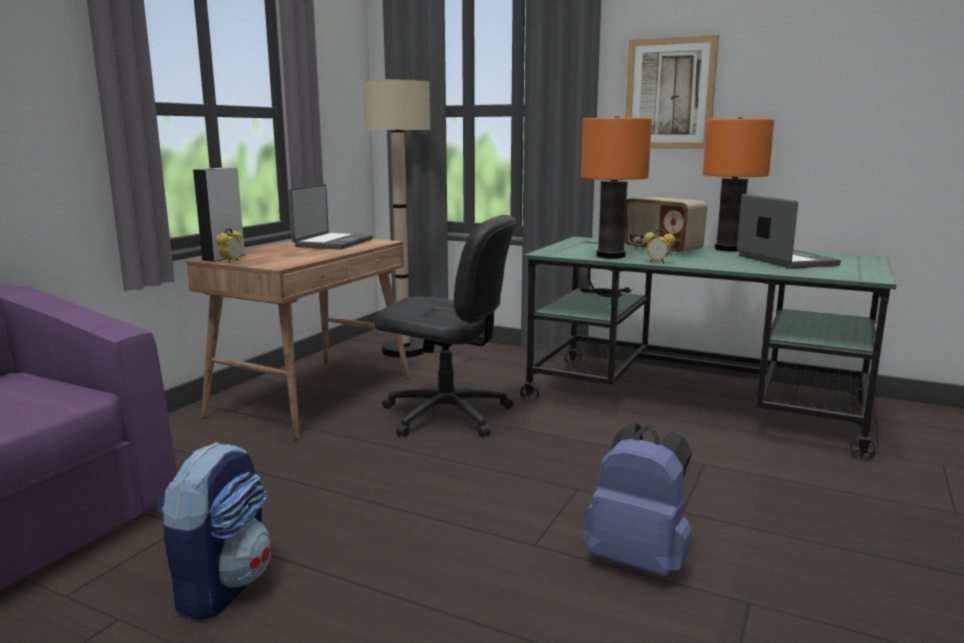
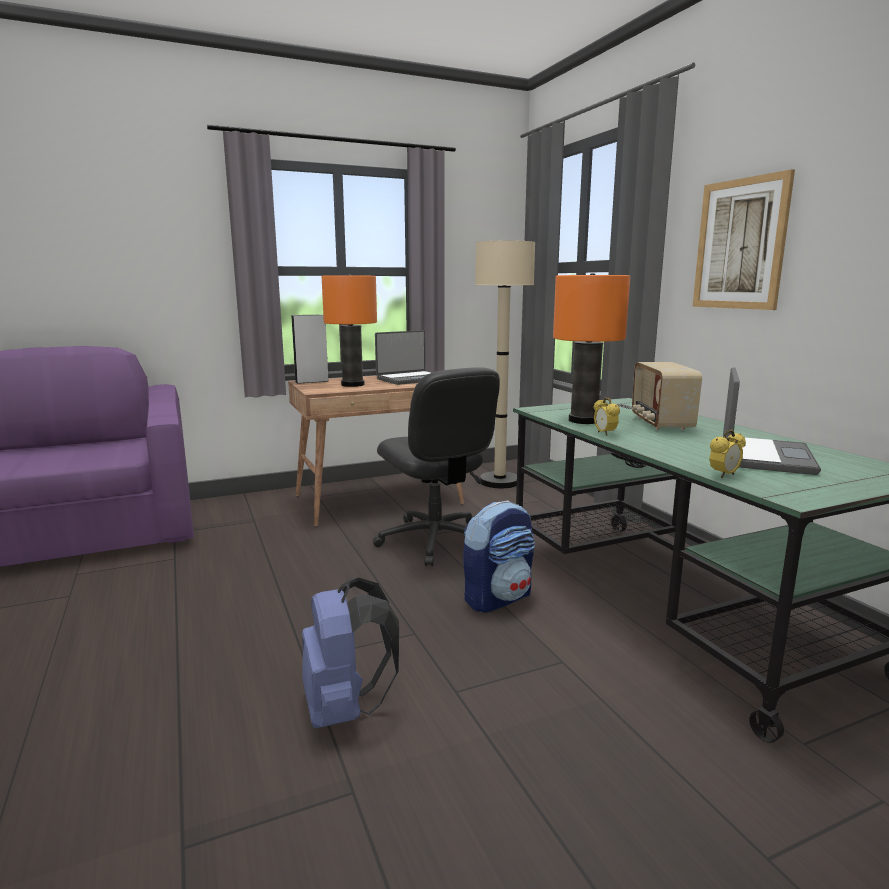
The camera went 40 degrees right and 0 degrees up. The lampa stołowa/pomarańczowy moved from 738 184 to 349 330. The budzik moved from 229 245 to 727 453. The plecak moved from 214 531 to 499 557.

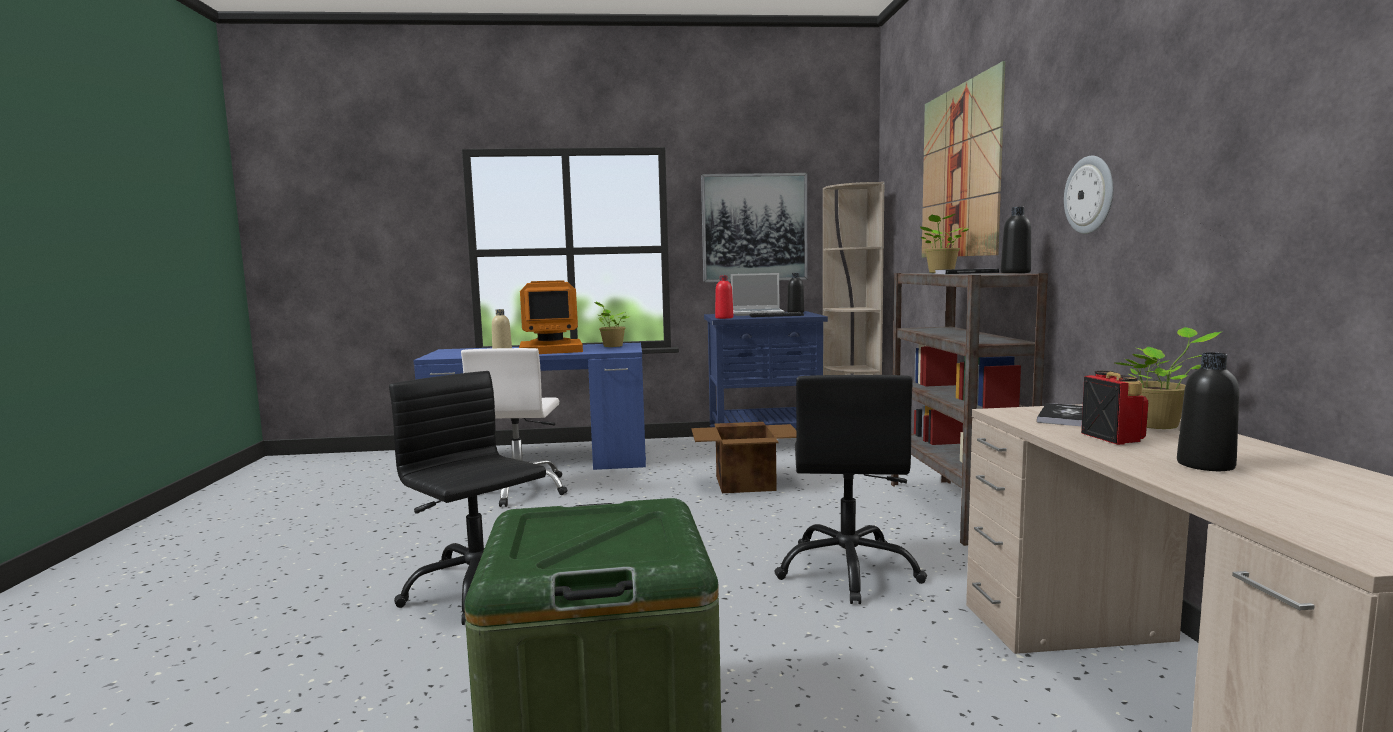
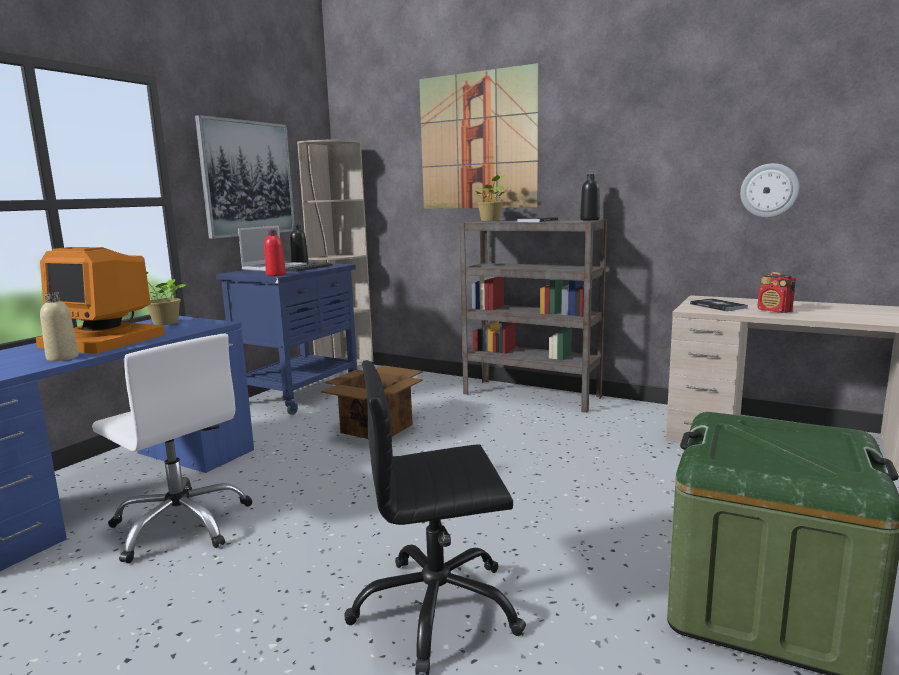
The camera went 55 degrees left and 5 degrees up. The zegar ścienny moved from 1089 195 to 770 190. The monitor at 551 317 turned 90 degrees clockwise. The roślina doniczkowa at 1167 378 disappeared. The butelka/czarny at 1208 411 disappeared. The radio at 1114 407 turned 150 degrees counterclockwise. The krzesło biurowe/czarny at 850 489 disappeared.

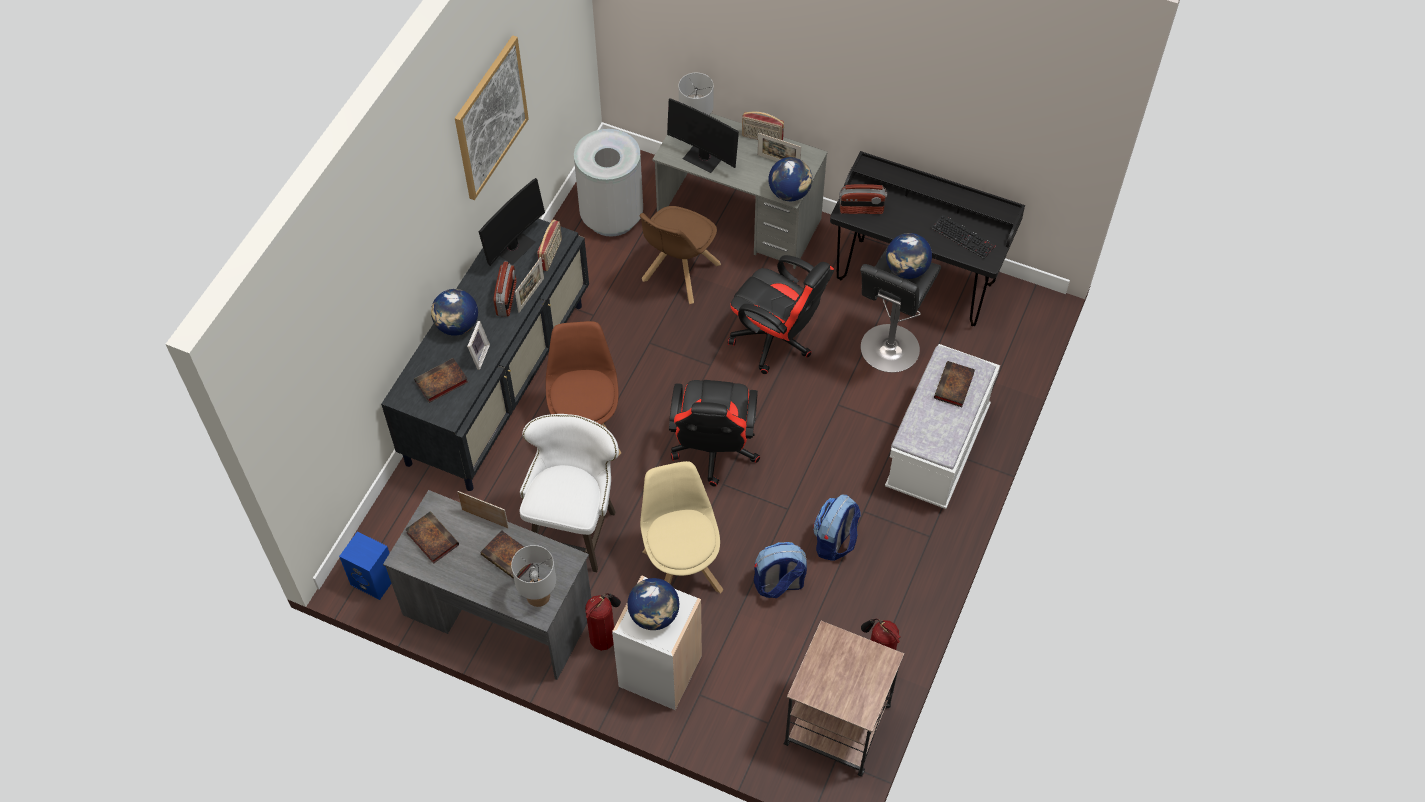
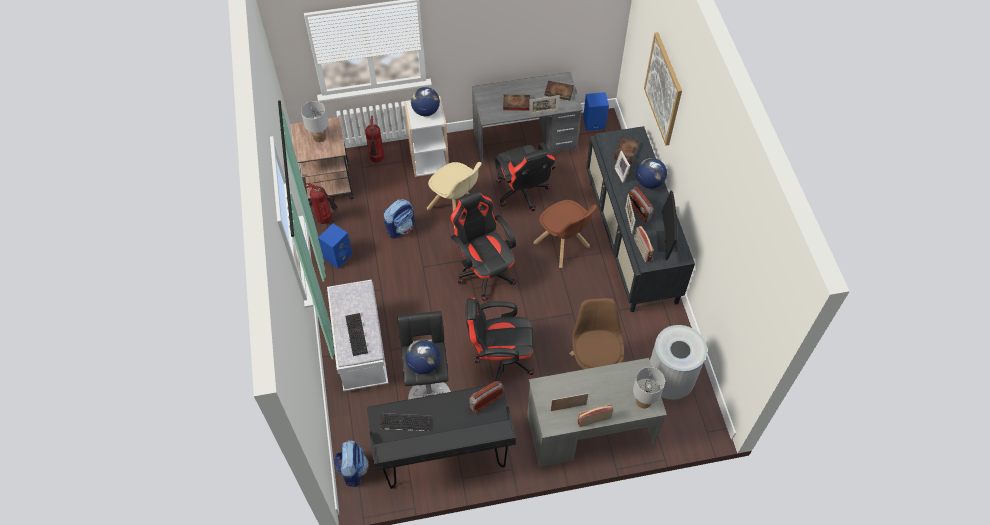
The camera went 145 degrees right and 0 degrees up. The obraz moved from 492 117 to 663 88. The monitor at 703 136 disappeared. The globus at 790 179 disappeared. The książka at 954 384 was replaced by the klawiatura at 356 334. The stołek/biały at 569 493 was replaced by the krzesło biurowe/czarny at 525 176. The plecak moved from 837 527 to 351 463. The lampa stołowa/szary moved from 533 576 to 314 121. The gaśnica moved from 603 622 to 374 139. The głośnik/niebieski at 335 246 appeared.

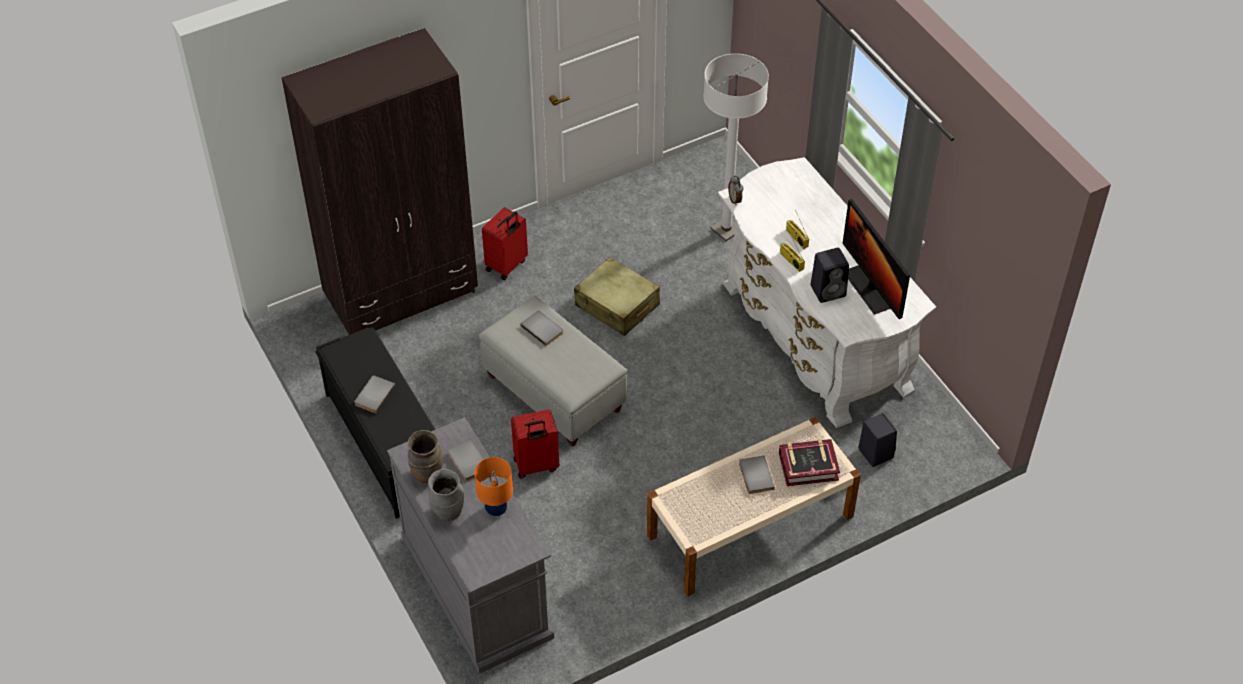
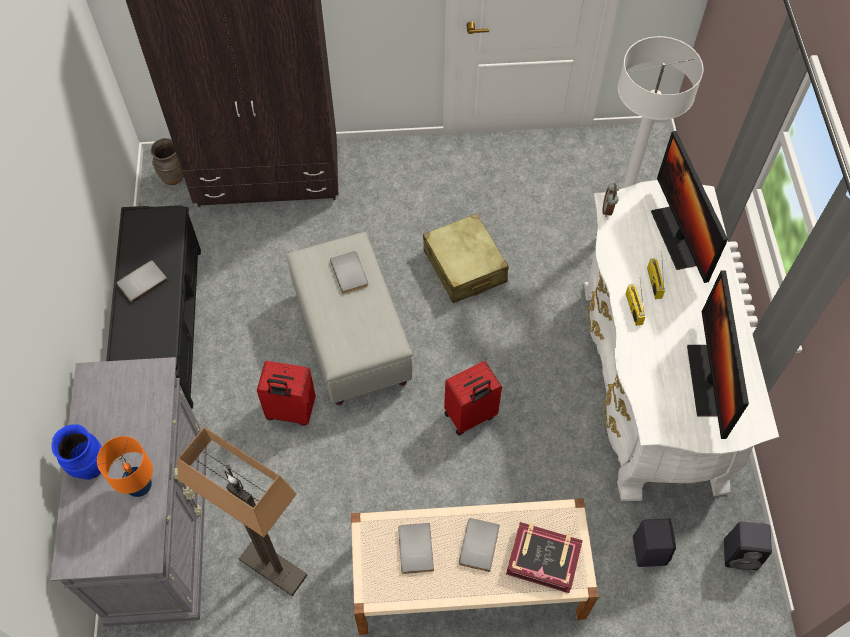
The camera went 25 degrees right and 10 degrees up. The walizka/czerwony moved from 505 243 to 473 398. The głośnik/czarny moved from 830 275 to 748 546. The wazon/brązowy moved from 425 456 to 167 161. The książka/szary moved from 465 460 to 416 548. The wazon/szary at 446 495 became the wazon/niebieski at 76 452. The monitor at 689 207 appeared. The lampa stojąca at 242 511 appeared.

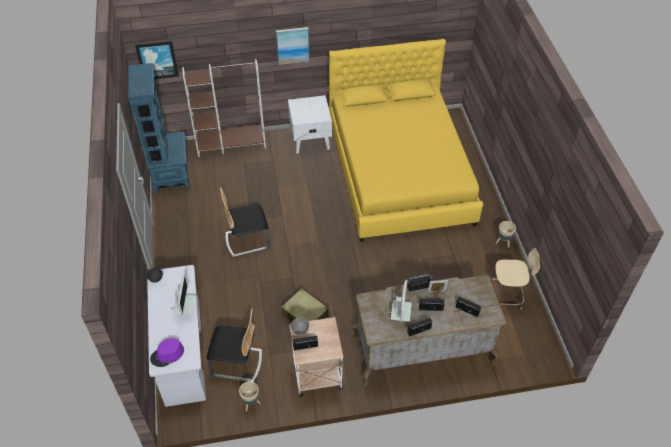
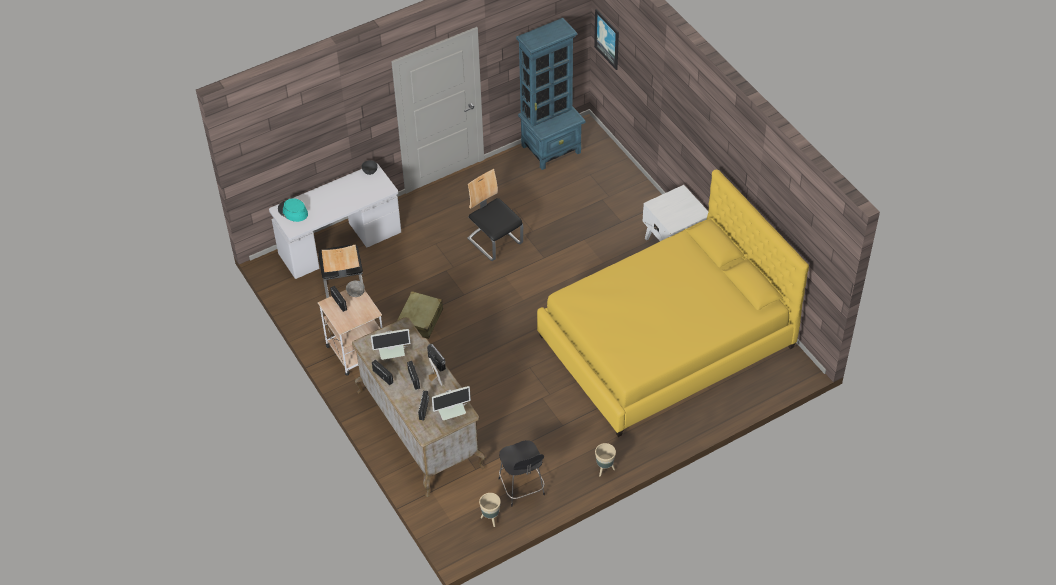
The camera went 70 degrees right and 0 degrees up. The obraz at 293 46 disappeared. The wieszak/brązowy at 224 108 disappeared. The krzesło/beżowy at 515 279 became the krzesło/czarny at 522 473. The monitor moved from 183 294 to 451 403. The kapelusz/fioletowy at 167 352 became the kapelusz/turkusowy at 293 210. The donica/beżowy moved from 250 396 to 490 510.

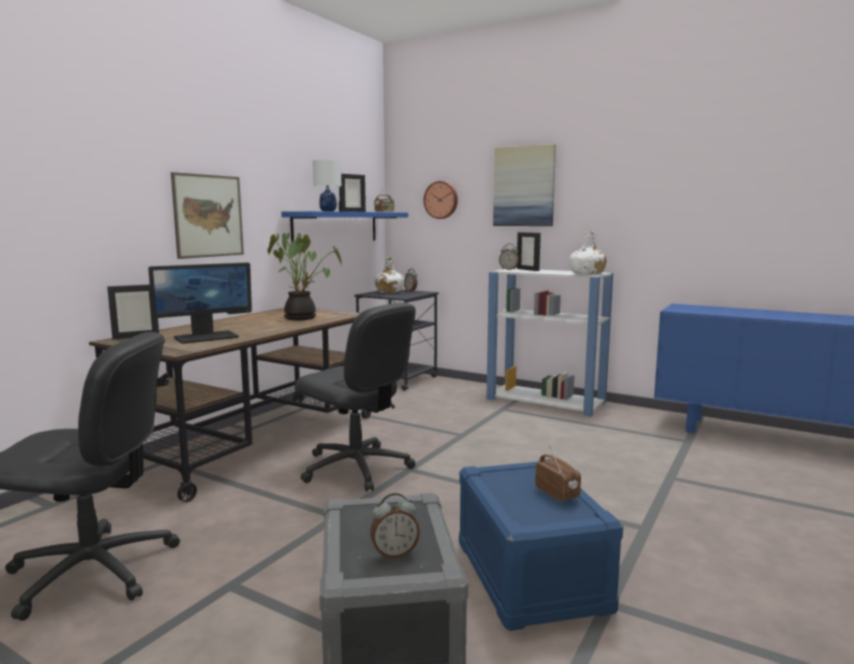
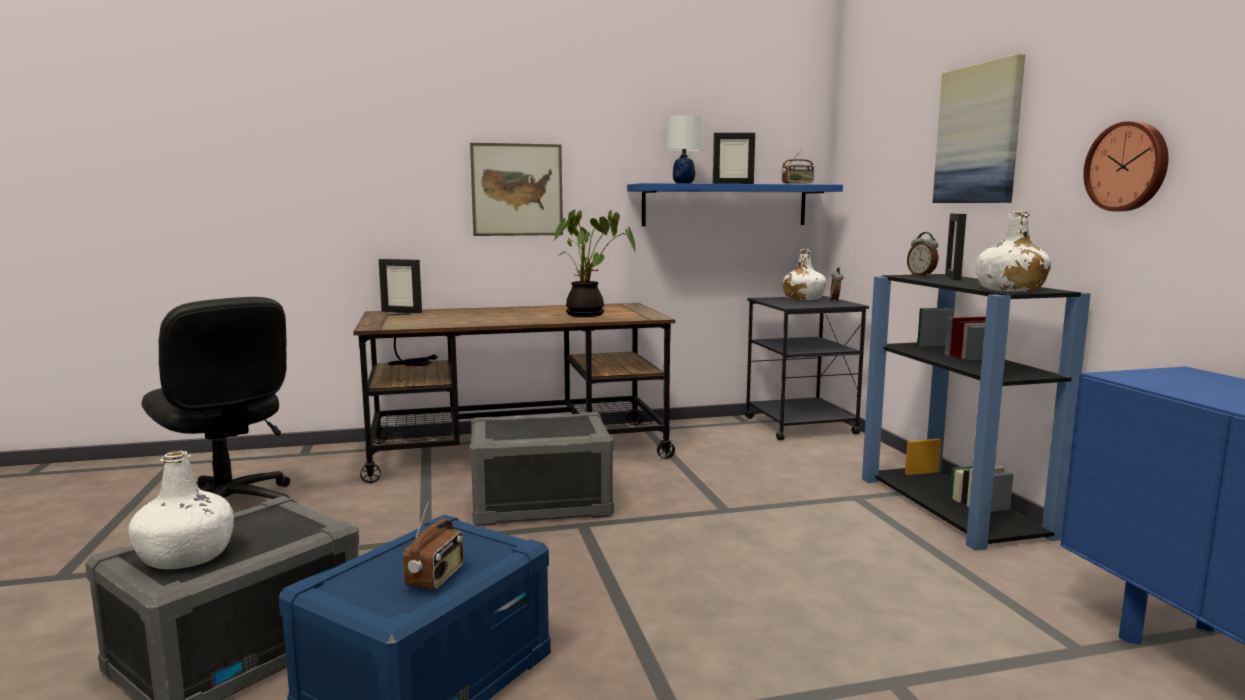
The camera went 45 degrees right and 0 degrees up. The zegar ścienny moved from 440 200 to 1125 166. The monitor at 200 303 disappeared. The regał/biały at 549 343 became the regał/czarny at 976 412. The krzesło biurowe/czarny at 355 397 was replaced by the pojemnik do przechowywania/szary at 542 469. The budzik at 395 525 was replaced by the butelka/biały at 181 510.

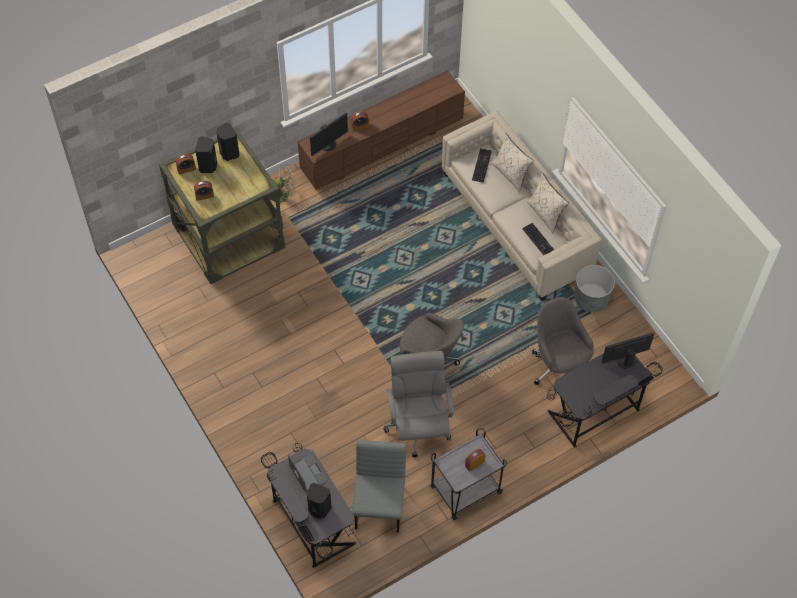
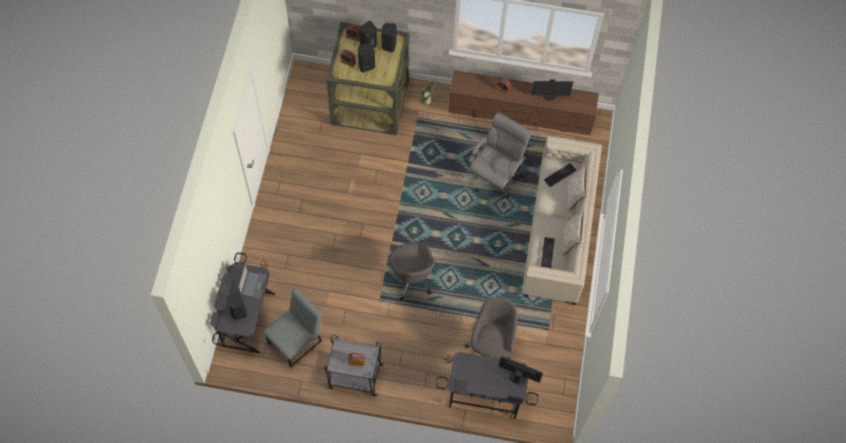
The camera went 40 degrees right and 5 degrees up. The monitor moved from 329 134 to 552 90. The donica/szary at 594 288 disappeared. The krzesło biurowe/szary moved from 419 404 to 500 155. The głośnik/czarny at 366 57 appeared.

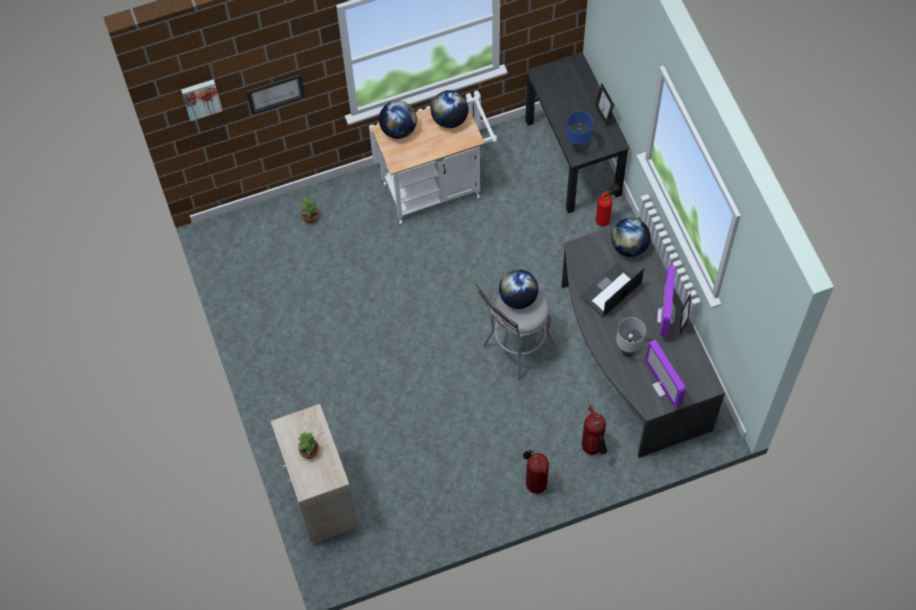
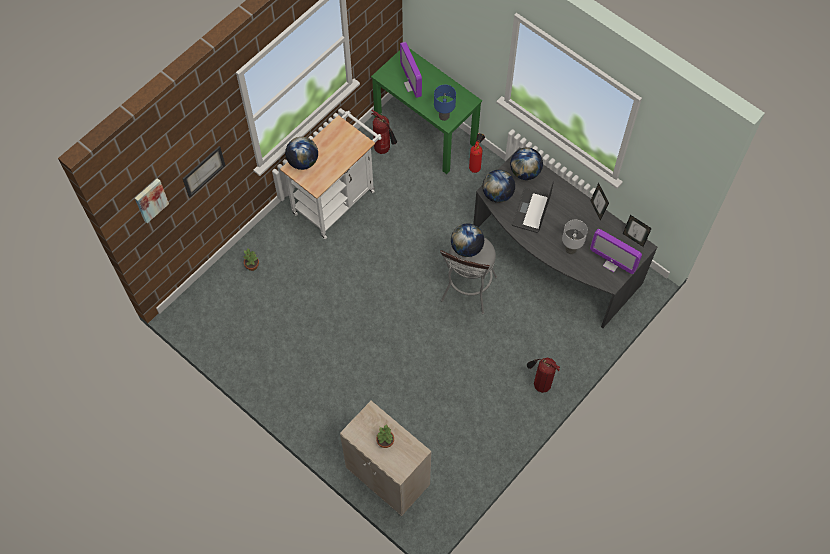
The camera went 30 degrees left and 0 degrees up. The biurko/czarny at 577 133 became the biurko/zielony at 426 111. The ramka na zdjęcie moved from 604 105 to 637 231. The globus moved from 449 109 to 498 186. The monitor moved from 666 301 to 411 70. The gaśnica moved from 594 430 to 384 132.

